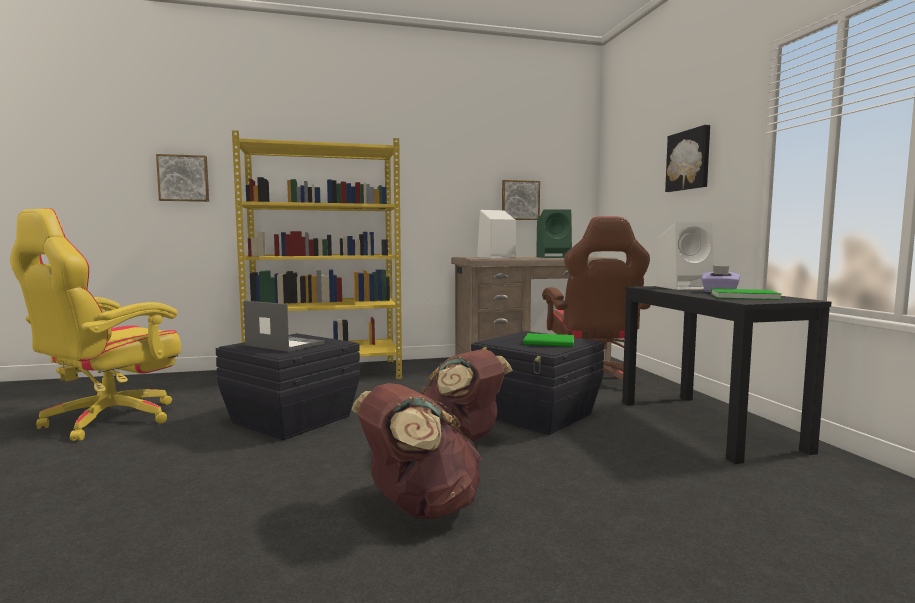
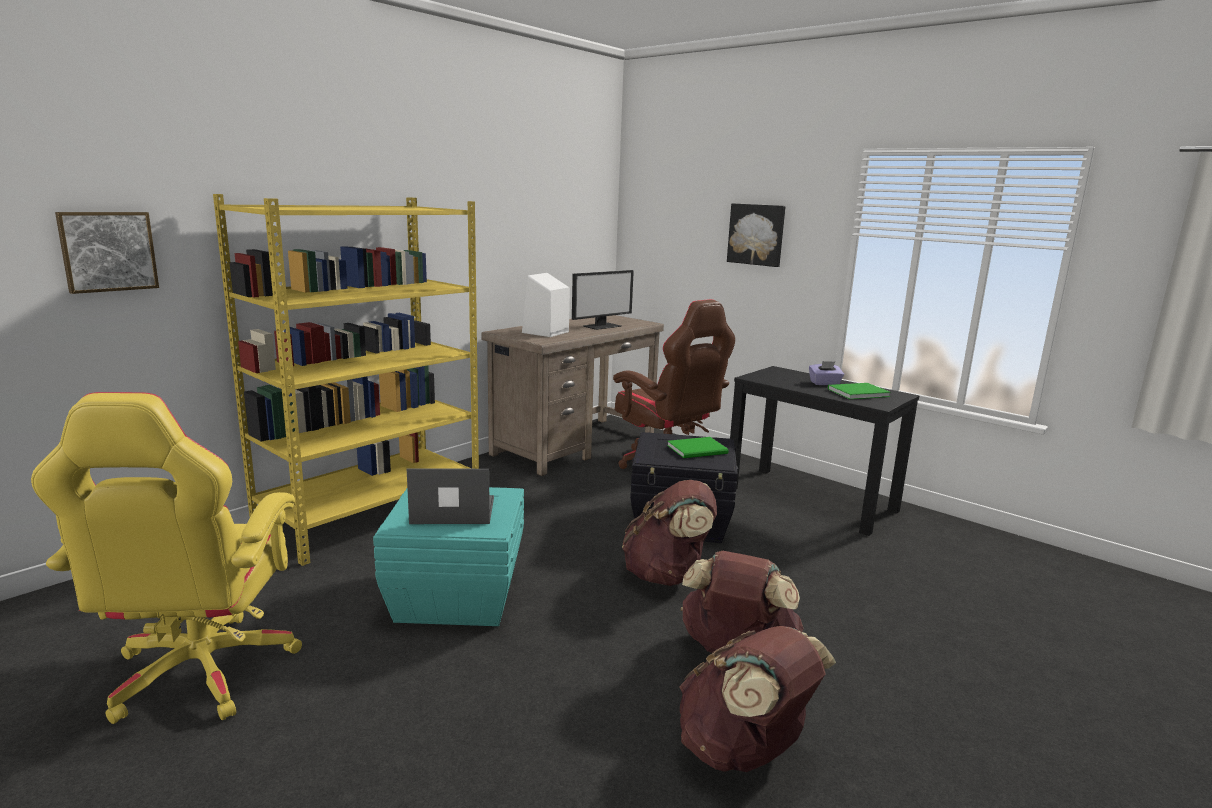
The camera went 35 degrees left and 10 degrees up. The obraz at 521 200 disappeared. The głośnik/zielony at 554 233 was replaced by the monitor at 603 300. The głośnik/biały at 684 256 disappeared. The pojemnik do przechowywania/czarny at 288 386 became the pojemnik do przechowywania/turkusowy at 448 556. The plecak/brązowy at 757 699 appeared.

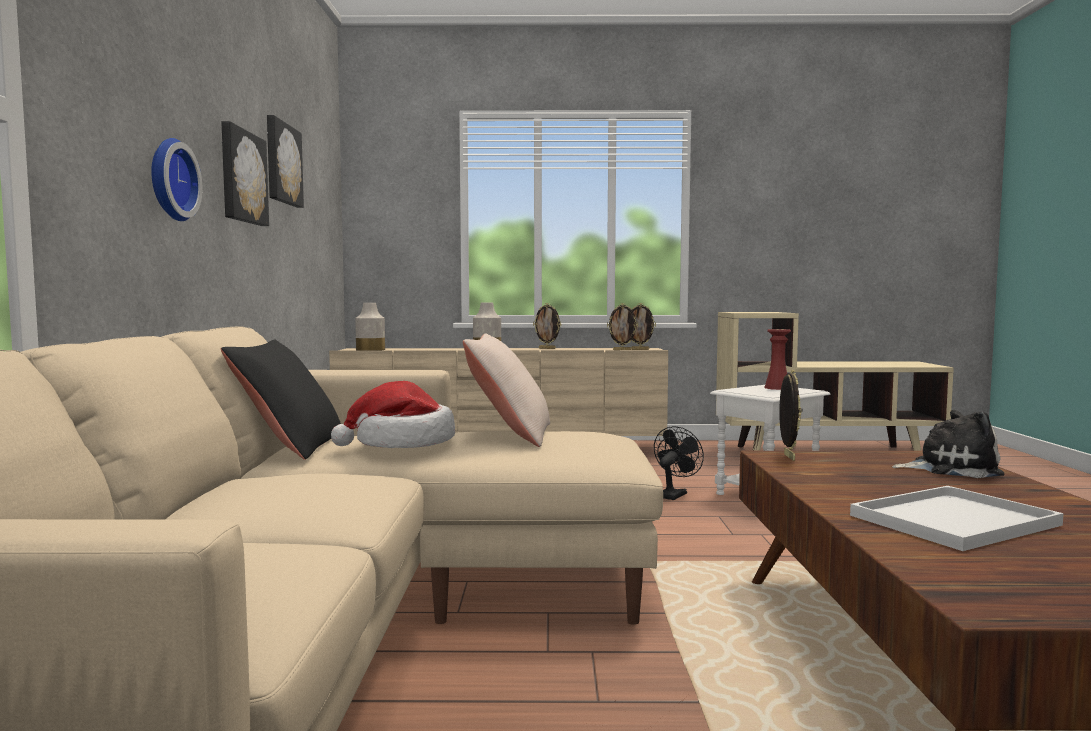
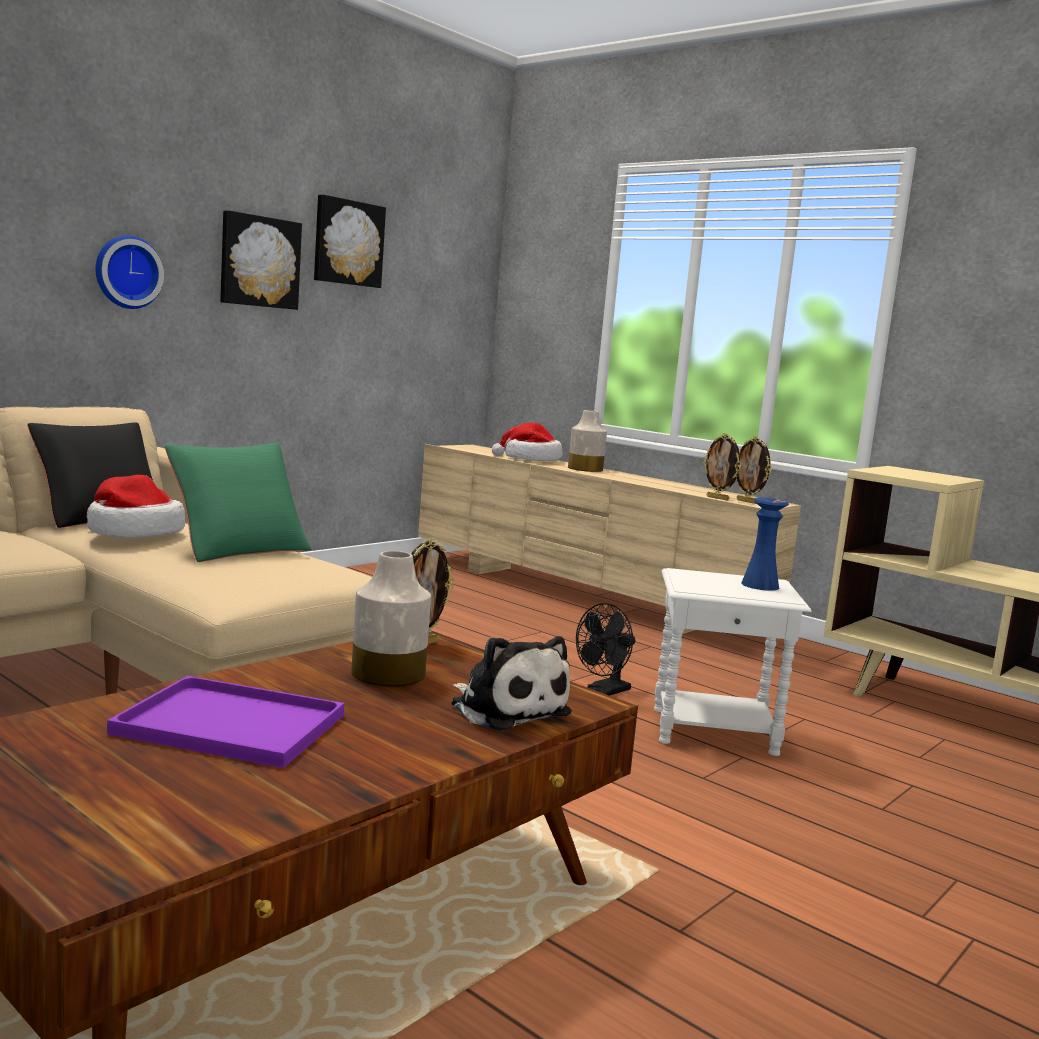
The camera went 40 degrees right and 5 degrees up. The wazon/beżowy moved from 370 326 to 391 618. The ramka na zdjęcie at 547 326 disappeared. The wazon/czerwony at 777 359 became the wazon/niebieski at 765 544. The poduszka/beżowy at 506 390 became the poduszka/zielony at 238 502. The wentylator/czarny at 679 463 turned 150 degrees clockwise. The taca/biały at 957 518 became the taca/fioletowy at 226 722. The kapelusz at 527 442 appeared.

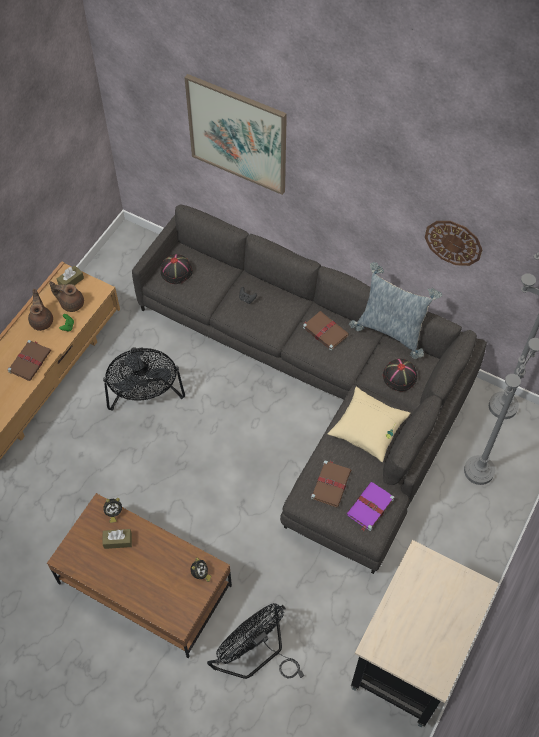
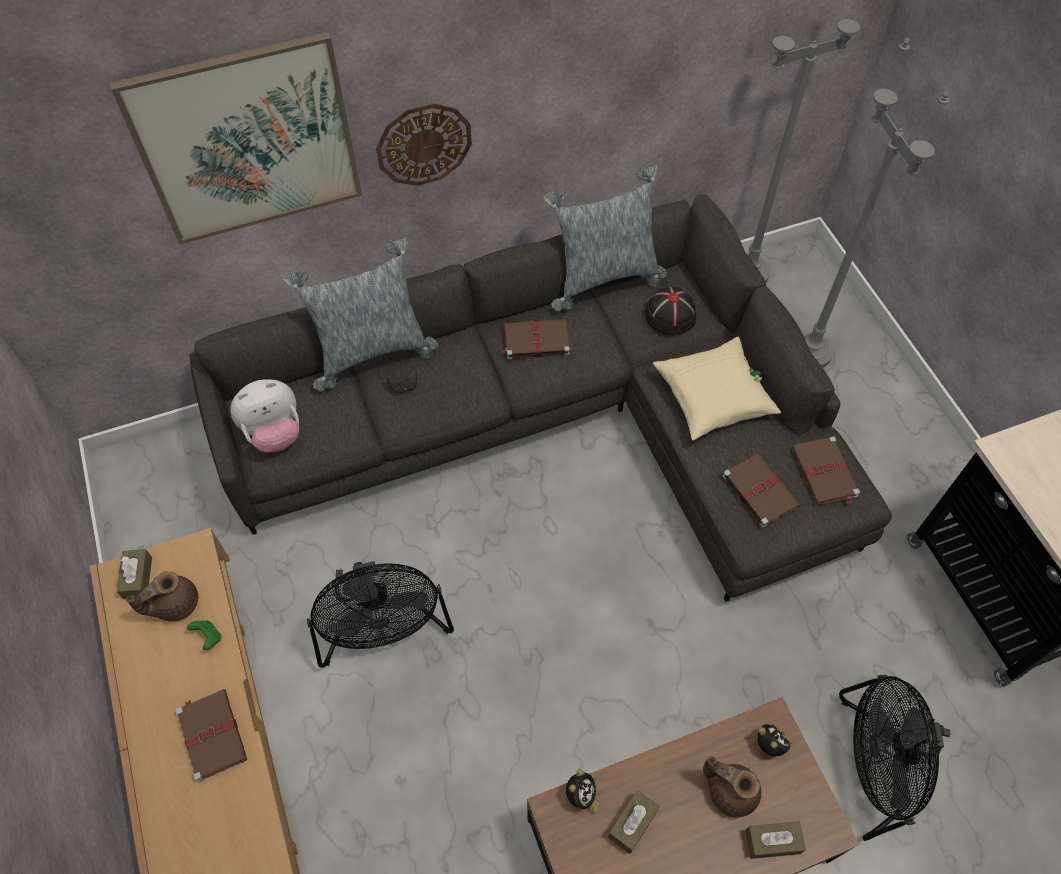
The camera went 50 degrees left and 0 degrees up. The zegar ścienny moved from 453 243 to 424 144. The kapelusz/czarny at 177 269 was replaced by the pluszak at 265 415. The imbryk/brązowy moved from 40 310 to 732 787. The wentylator/czarny at 144 379 turned 45 degrees clockwise. The książka/fioletowy at 370 507 became the książka/brązowy at 826 470. The poduszka at 360 314 appeared. The pudełko chusteczek/brązowy at 775 840 appeared.

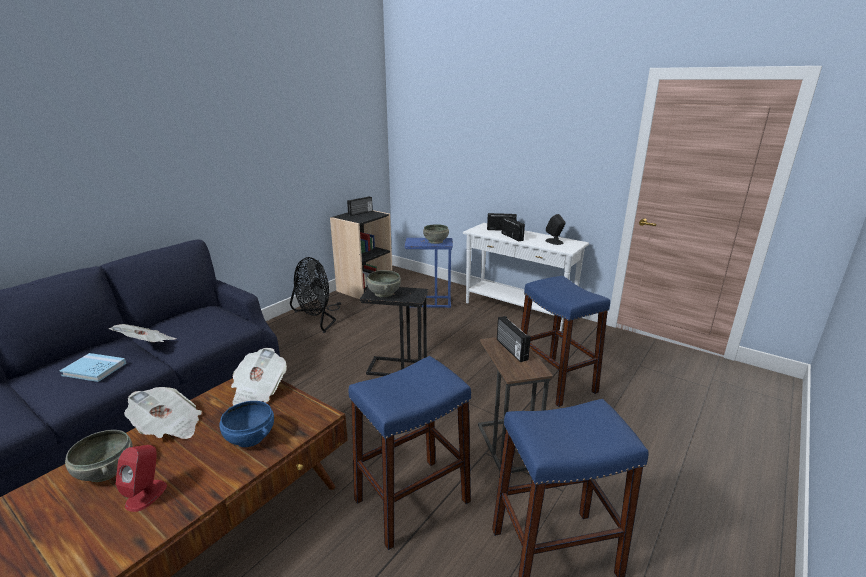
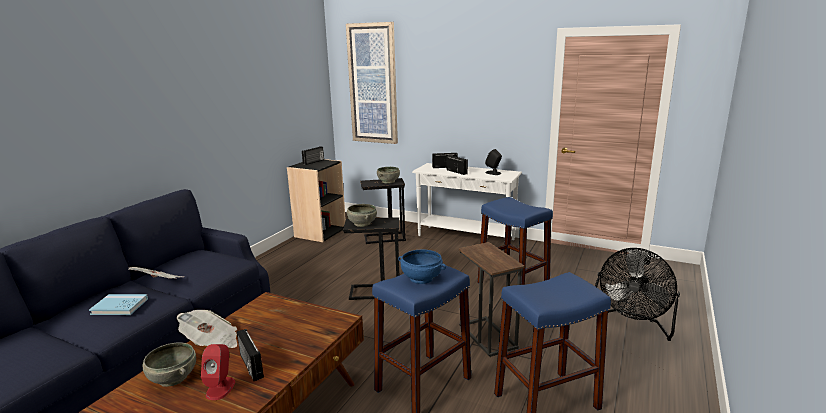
The camera went 10 degrees left and 5 degrees down. The stolik/niebieski at 428 273 became the stolik/czarny at 383 211. The wentylator/czarny moved from 315 295 to 637 294. The radio moved from 514 339 to 250 355. The gazeta at 259 376 disappeared. The miska/niebieski moved from 246 424 to 422 266. The obraz at 372 83 appeared.

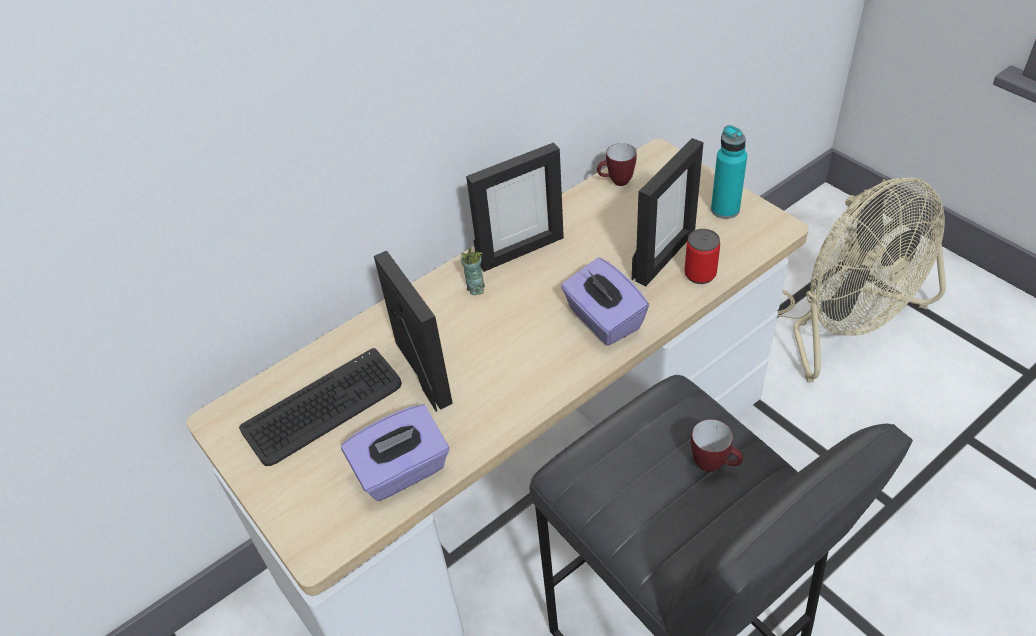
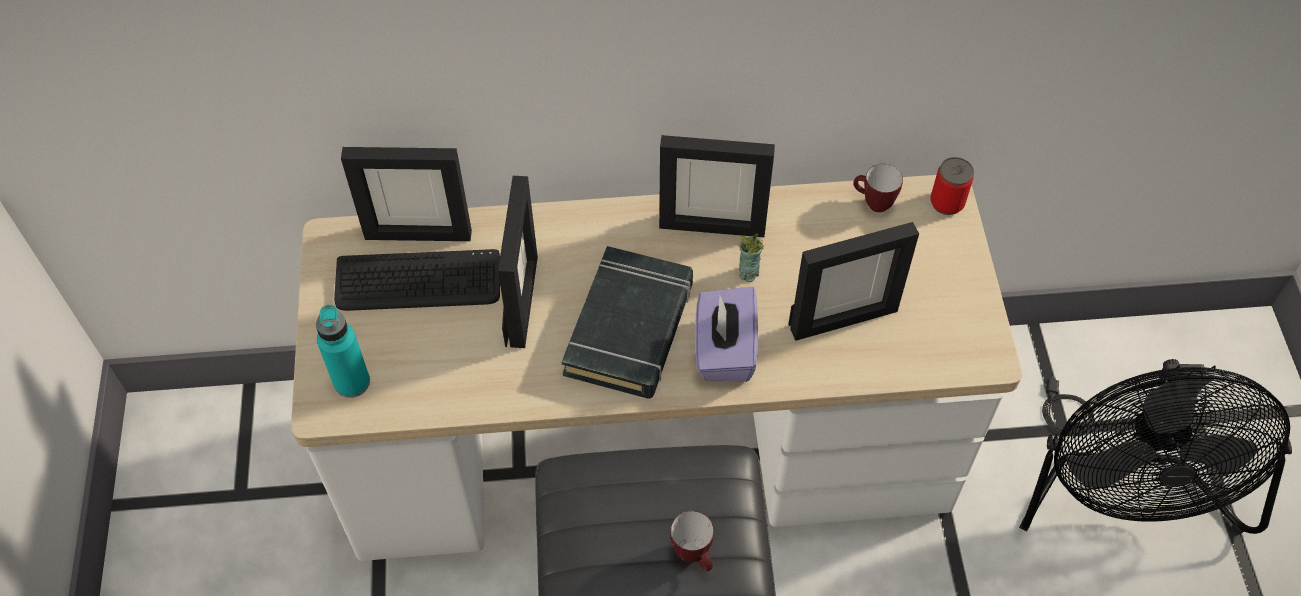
The camera went 30 degrees right and 10 degrees up. The butelka/turkusowy moved from 729 172 to 343 351. The wentylator/beżowy at 861 280 became the wentylator/czarny at 1155 447. The puszka moved from 702 256 to 952 186. The filiżanka moved from 473 271 to 751 257. The pudełko chusteczek/fioletowy at 395 452 disappeared. The ramka na zdjęcie at 406 194 appeared. The książka/czarny at 627 322 appeared.

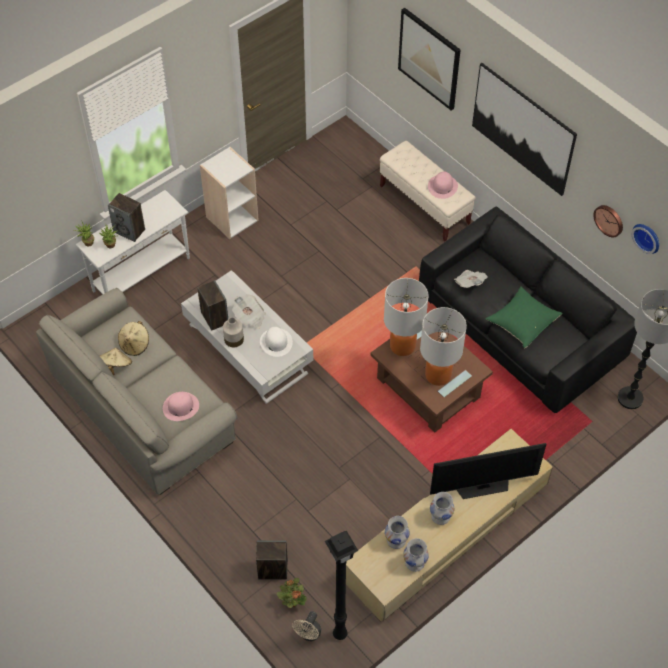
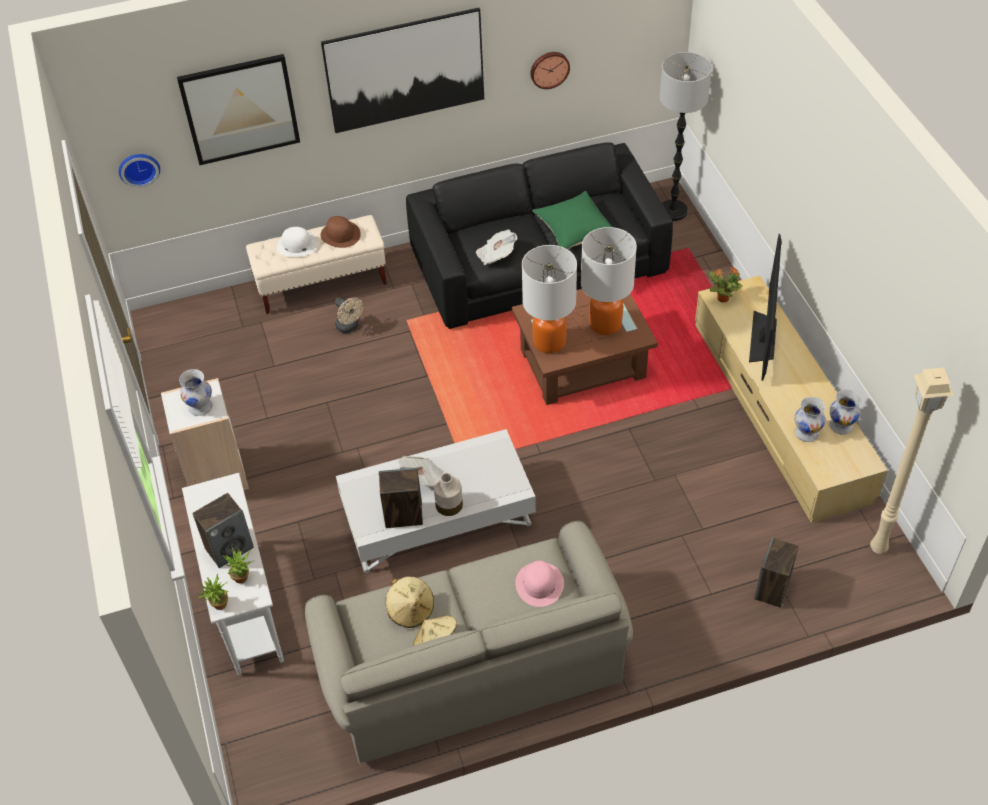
The camera went 65 degrees left and 5 degrees down. The kapelusz/różowy at 443 185 became the kapelusz/brązowy at 340 232. The zegar ścienny moved from 645 239 to 139 171. The kapelusz/biały moved from 276 342 to 297 242. The wazon/biały moved from 442 508 to 195 392. The lampa stojąca/czarny at 341 585 became the lampa stojąca/beżowy at 912 461. The roślina doniczkowa moved from 292 593 to 726 284. The wentylator/beżowy moved from 306 626 to 349 315.

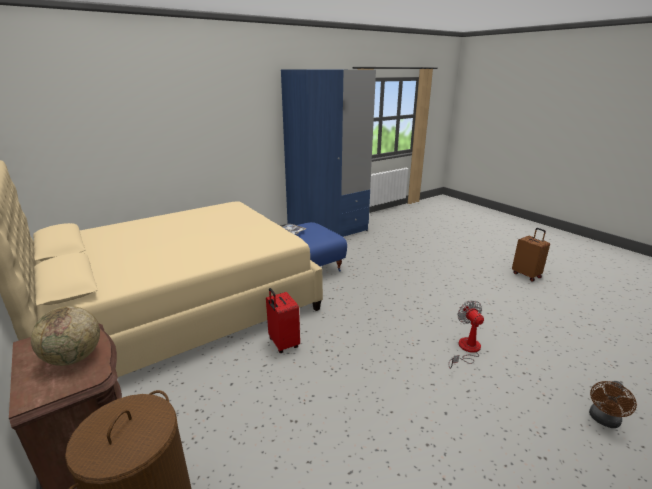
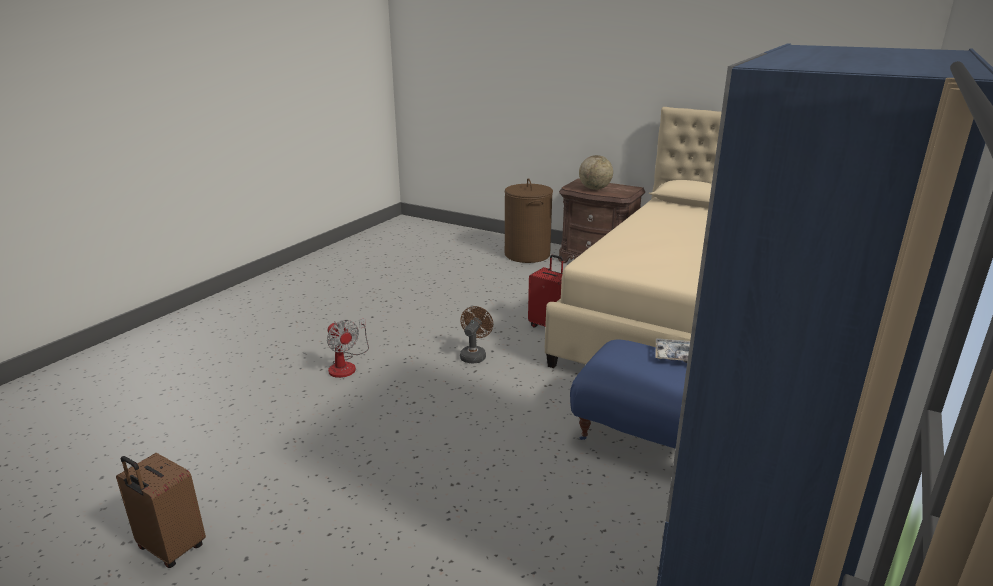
The camera went 155 degrees right and 0 degrees up. The wentylator/brązowy moved from 613 404 to 476 335.

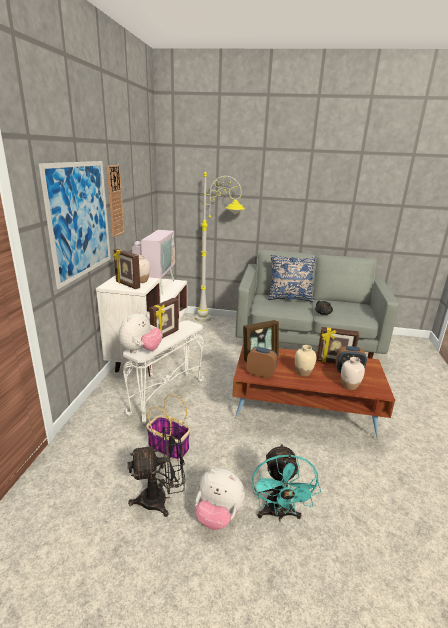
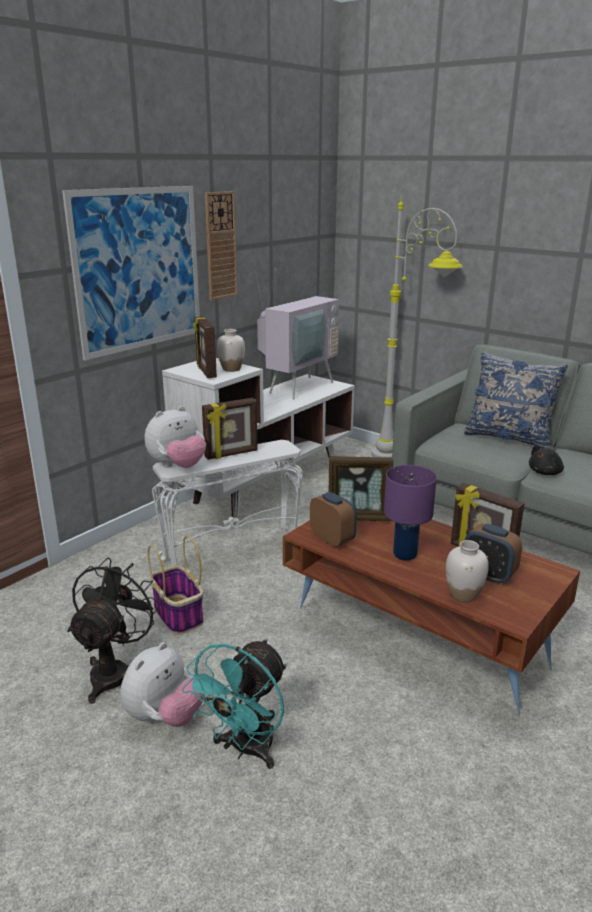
The camera went 30 degrees right and 0 degrees up. The wazon/beżowy at 305 361 was replaced by the lampa stołowa/fioletowy at 410 513. The wentylator/czarny at 156 472 turned 90 degrees counterclockwise. The pluszak at 220 499 turned 105 degrees counterclockwise.

